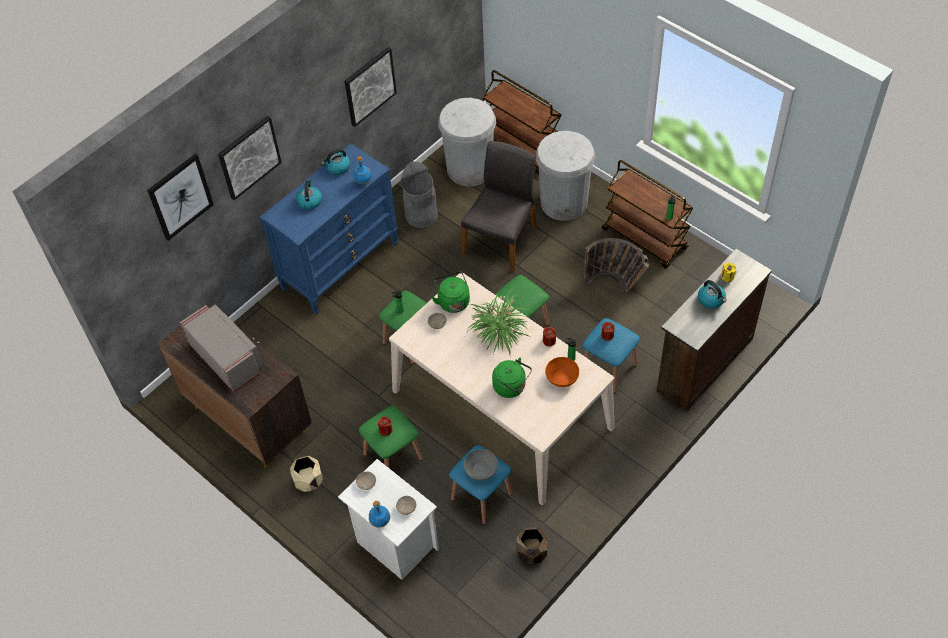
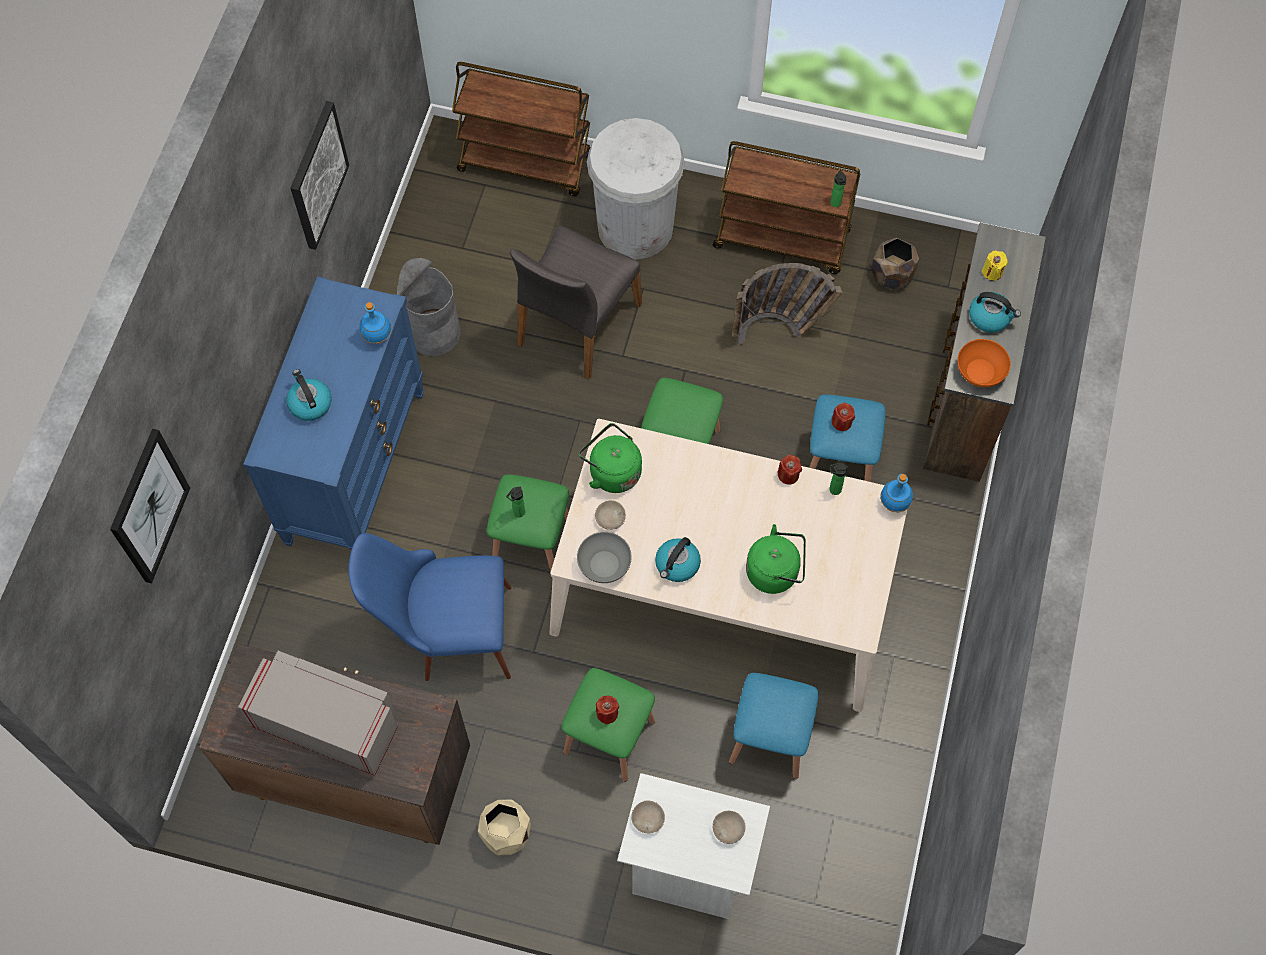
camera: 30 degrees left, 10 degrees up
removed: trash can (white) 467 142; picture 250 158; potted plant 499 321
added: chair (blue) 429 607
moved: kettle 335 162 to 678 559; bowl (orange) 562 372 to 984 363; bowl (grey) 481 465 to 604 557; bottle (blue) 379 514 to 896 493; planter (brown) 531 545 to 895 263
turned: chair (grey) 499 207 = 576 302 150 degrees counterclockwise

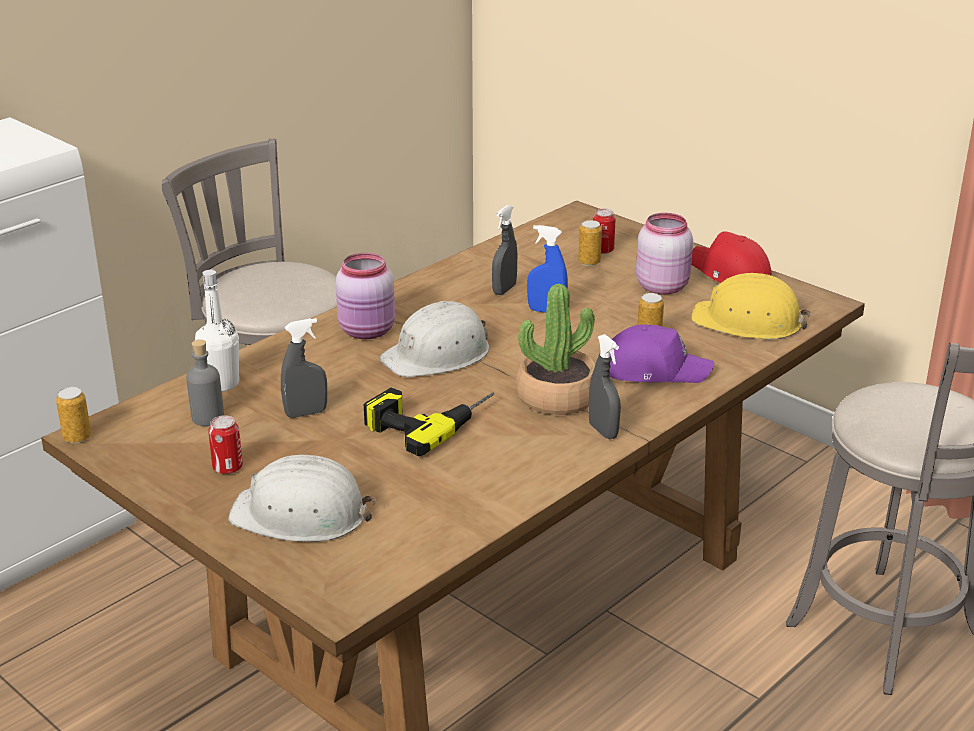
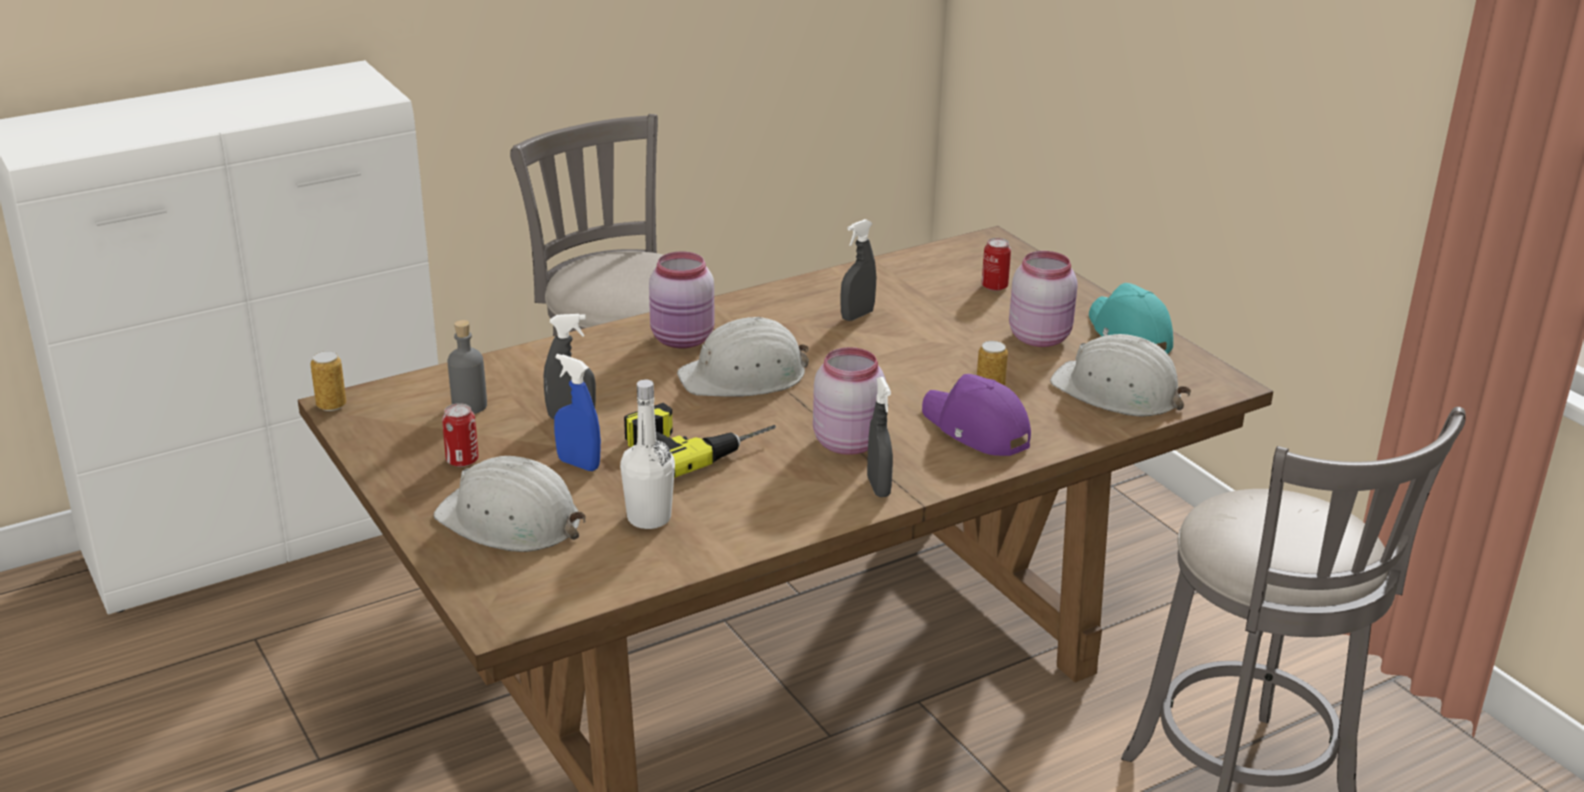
camera: 15 degrees right, 0 degrees up
removed: can 590 243
moved: spray bottle (blue) 547 269 to 577 412; bottle (white) 217 331 to 647 454
replaced: potted plant 556 349 to jar (pink) 849 401
recoloured: cap (red) 731 257 to cap (turquoise) 1131 318; hard hat (yellow) 751 306 to hard hat (white) 1120 375
turned: cap (purple) 662 353 = 976 415 150 degrees counterclockwise

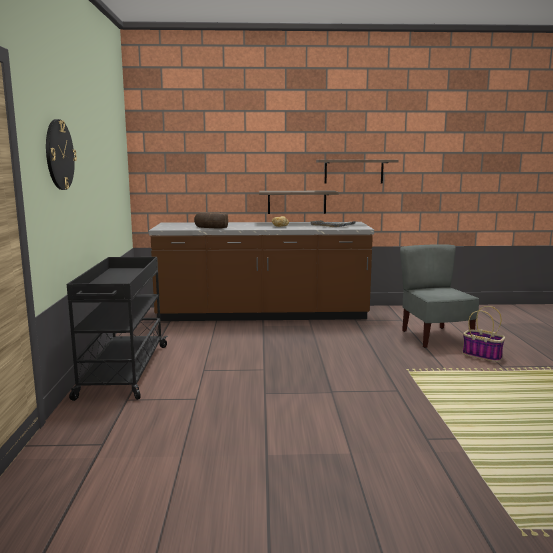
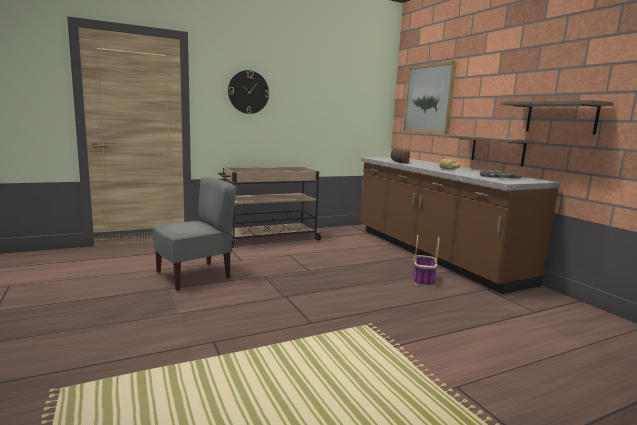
camera: 65 degrees right, 0 degrees up
added: picture 430 97
moved: chair (grey) 439 296 to 194 234; basket 484 334 to 426 260
recoloured: cart (black) 117 329 to cart (beige) 270 207

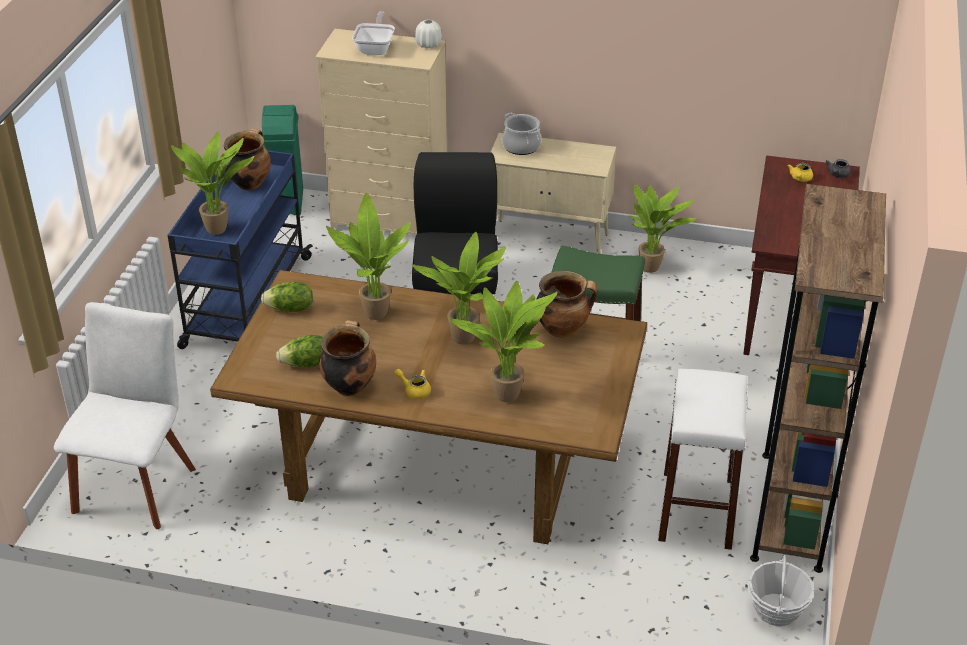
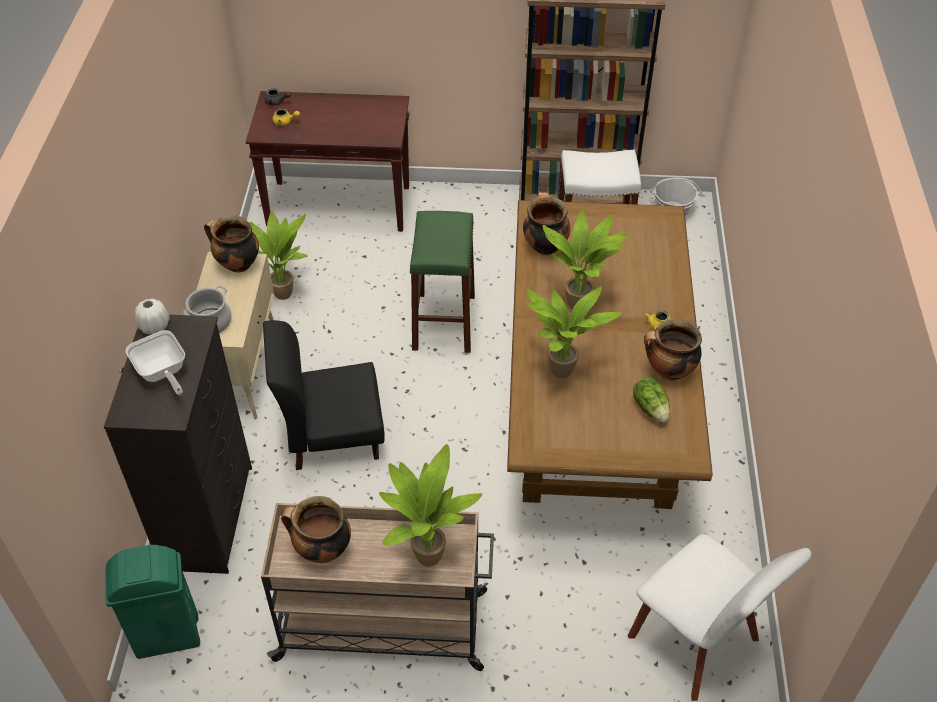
camera: 100 degrees left, 10 degrees up
removed: potted plant 503 342; lettuce 287 297
added: cooking pot 231 244
recoloured: dresser (beige) 381 132 to dresser (black) 178 444; cart (blue) 240 249 to cart (beige) 377 587
turned: frying pan 373 33 = 155 362 120 degrees counterclockwise; chair (white) 125 415 = 719 617 135 degrees counterclockwise

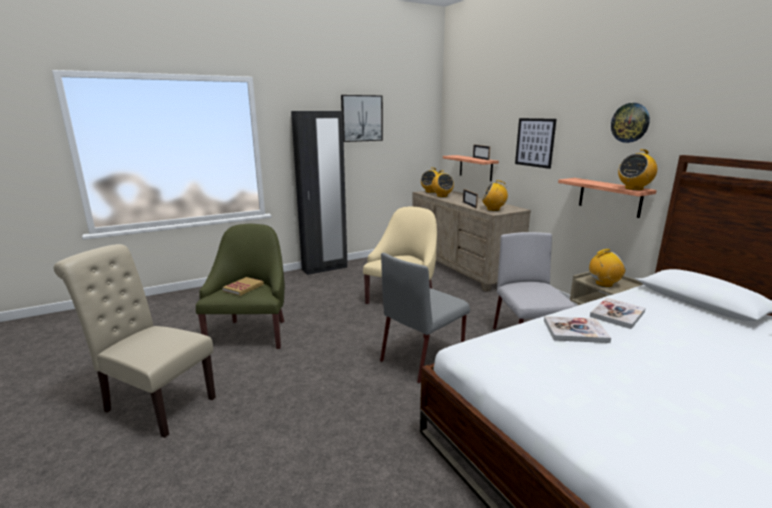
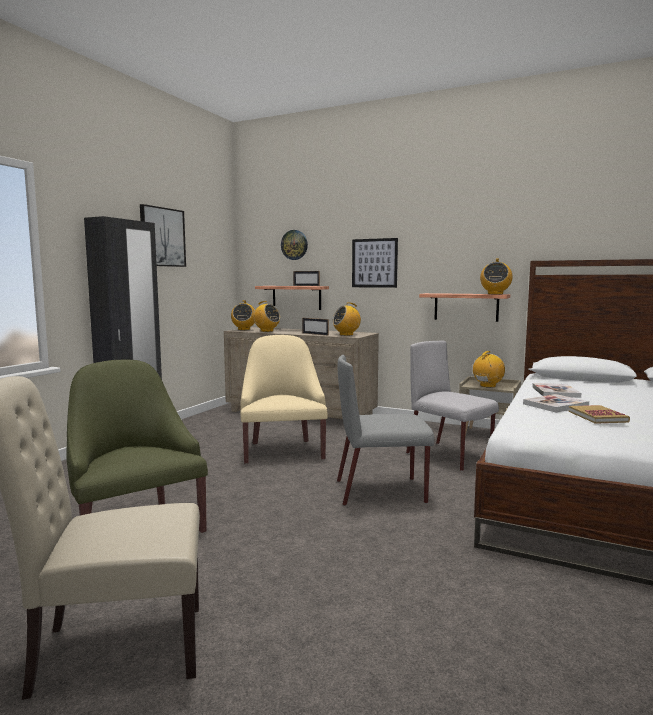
camera: 35 degrees left, 10 degrees down
moved: wall clock 630 123 to 294 245; book 243 286 to 599 414
turned: chair (grey) 425 318 = 386 430 75 degrees clockwise

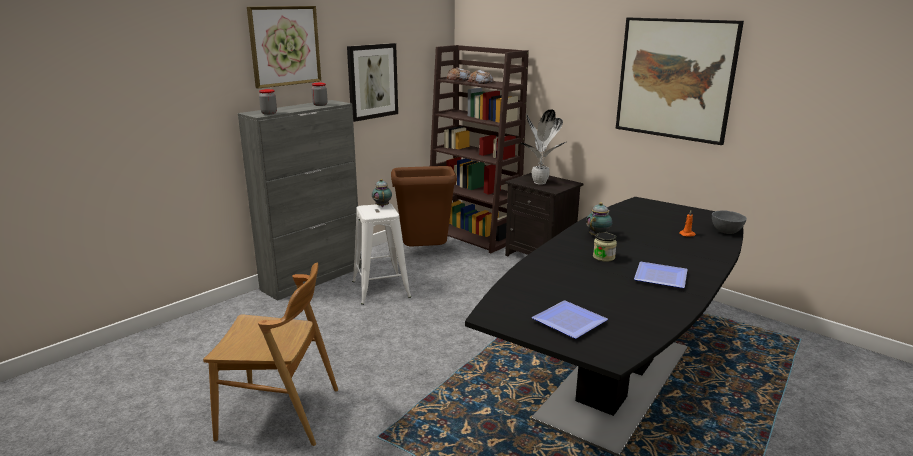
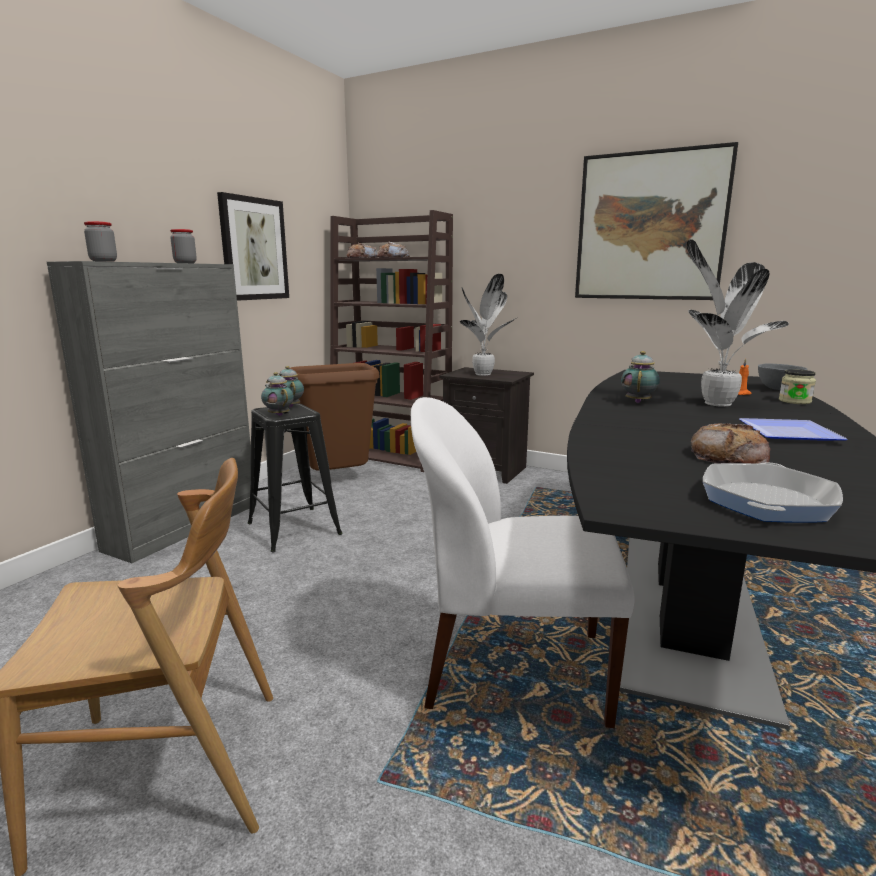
camera: 15 degrees left, 5 degrees down
removed: picture 284 47
added: potted plant 738 323; teapot 277 394; chair (white) 523 562; bread 731 443
moved: jar 605 247 to 797 386
replaced: plate 570 319 to frying pan 773 492
recoloured: stool (white) 381 254 to stool (black) 295 477

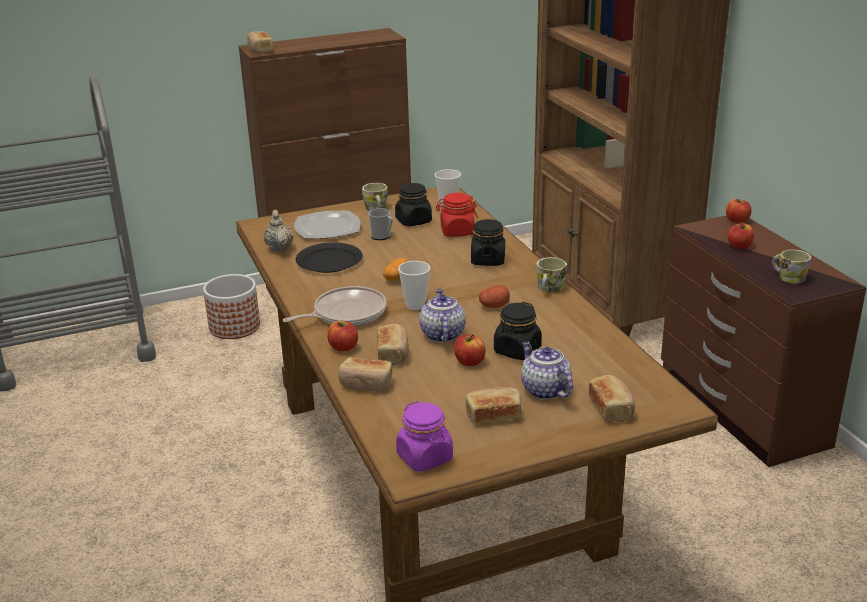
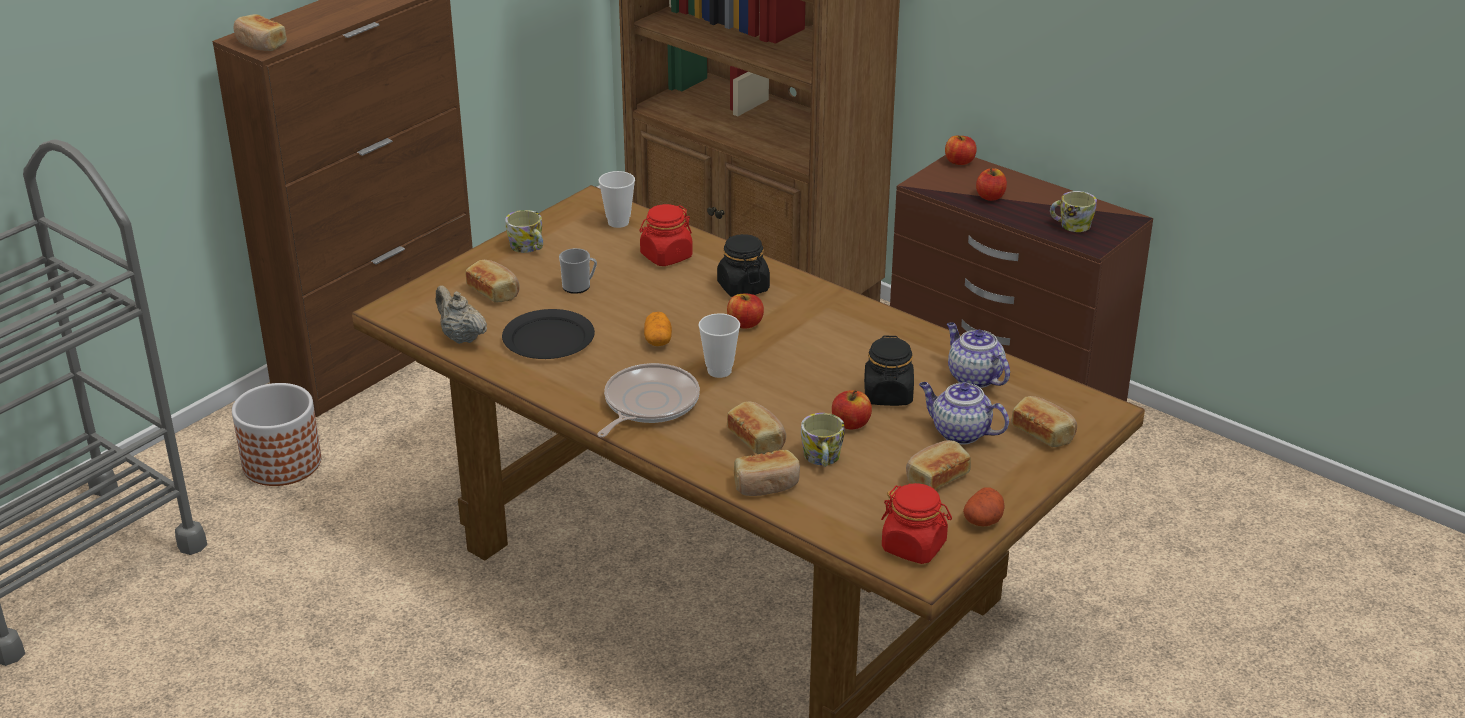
camera: 30 degrees left, 5 degrees up
removed: jar (black) 413 204
moved: mug 551 274 to 823 440; potato 494 296 to 984 506; teapot 442 315 to 978 355; apple 342 336 to 745 311
replaced: plate 327 225 to bread 492 281
recoloured: jar (purple) 424 436 to jar (red) 916 523

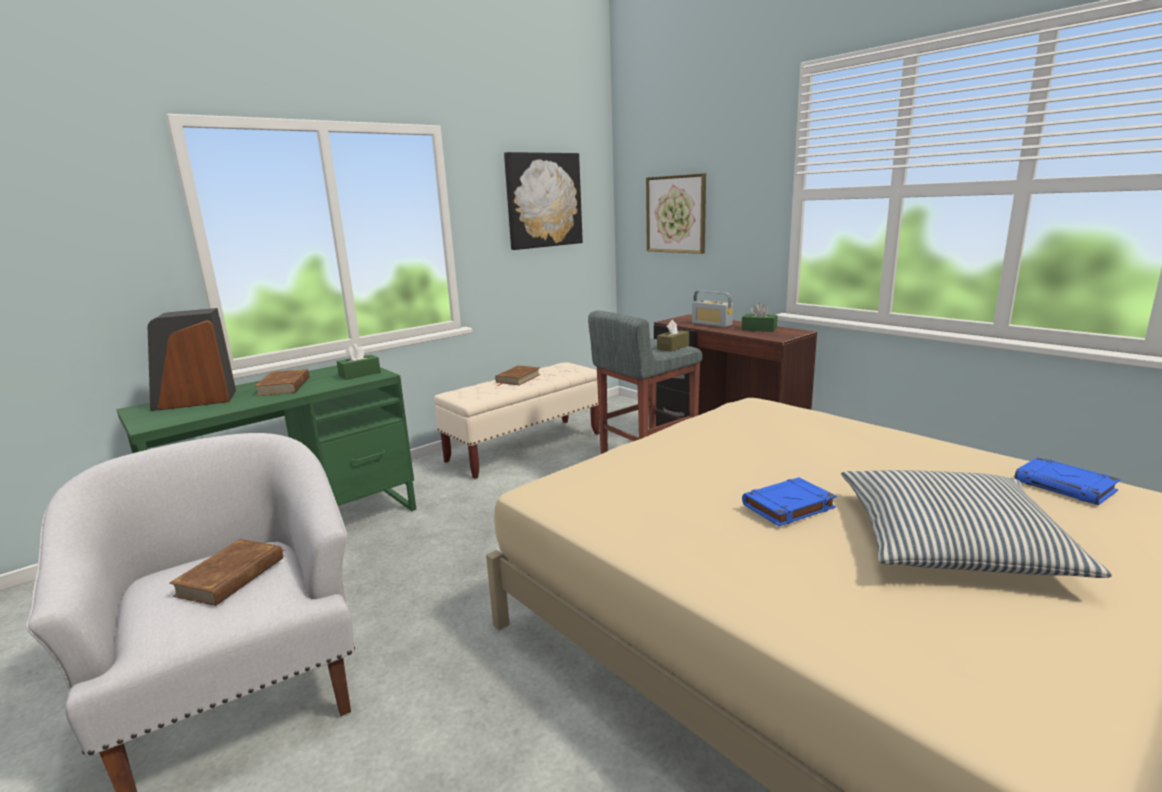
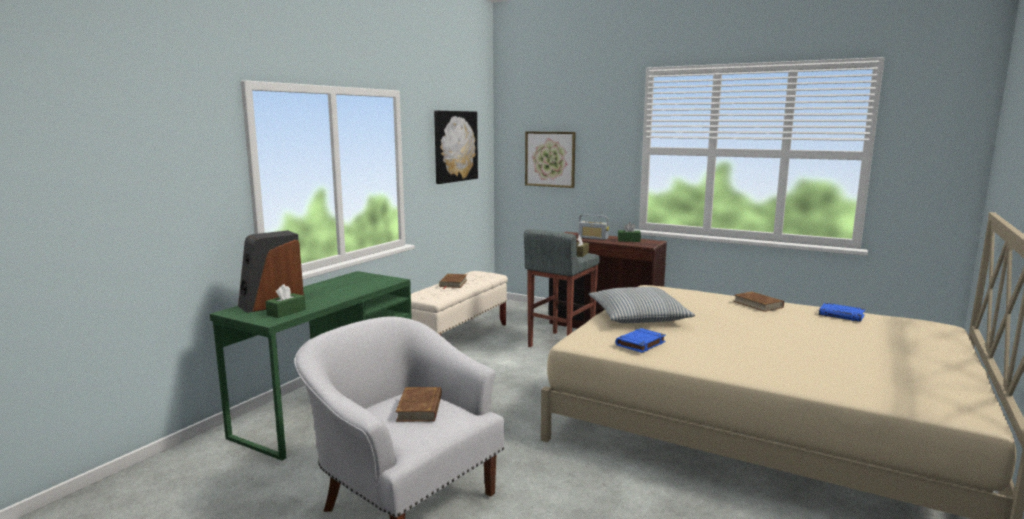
camera: 20 degrees left, 5 degrees down
moved: tissue box (green) 358 362 to 285 301; book (brown) 281 382 to 758 301; pillow 976 524 to 641 305; book (blue) 789 501 to 640 340

